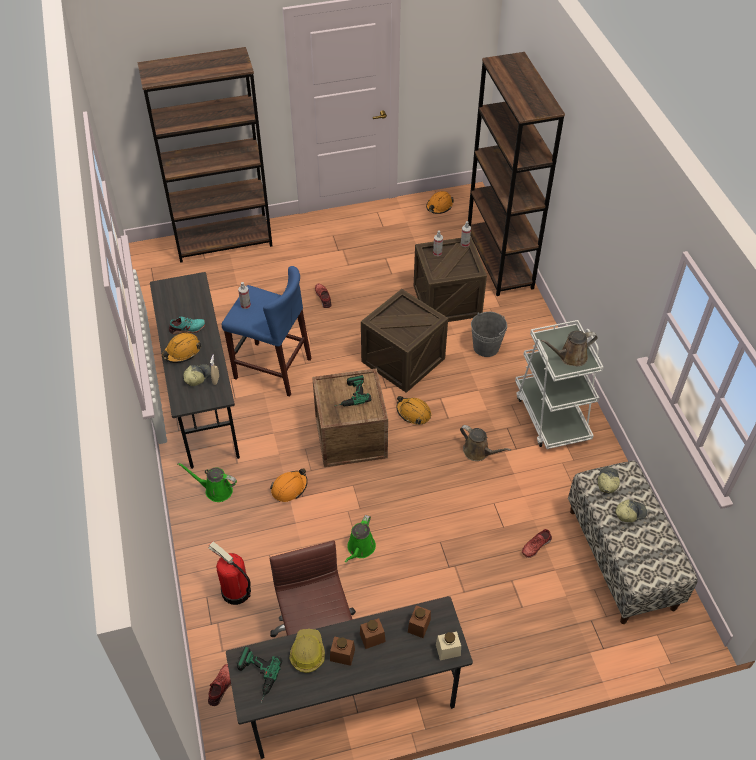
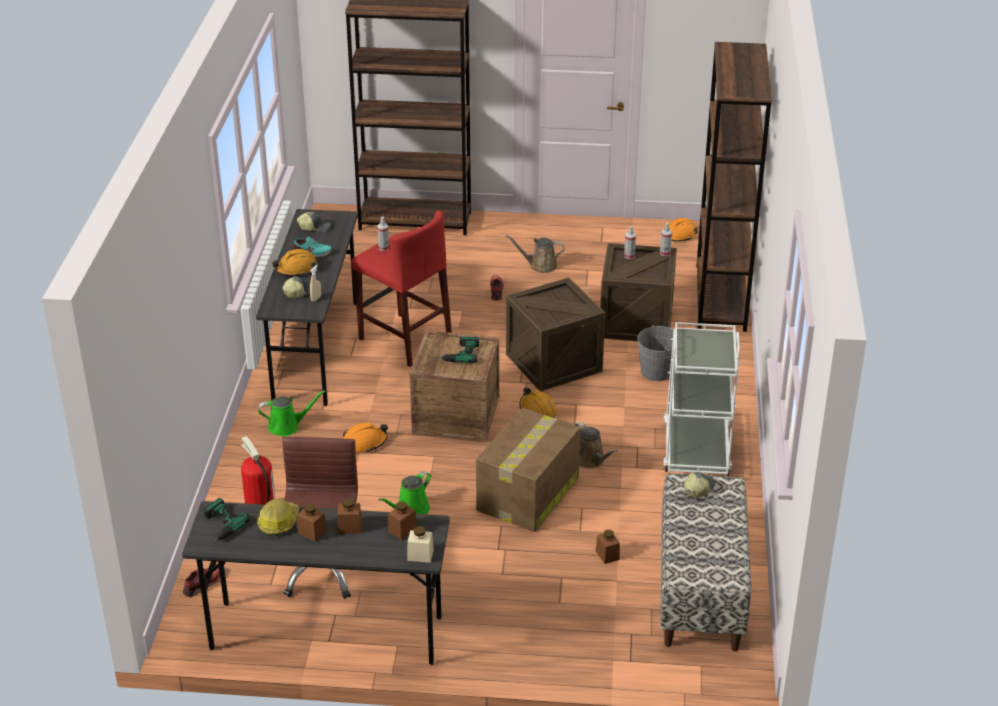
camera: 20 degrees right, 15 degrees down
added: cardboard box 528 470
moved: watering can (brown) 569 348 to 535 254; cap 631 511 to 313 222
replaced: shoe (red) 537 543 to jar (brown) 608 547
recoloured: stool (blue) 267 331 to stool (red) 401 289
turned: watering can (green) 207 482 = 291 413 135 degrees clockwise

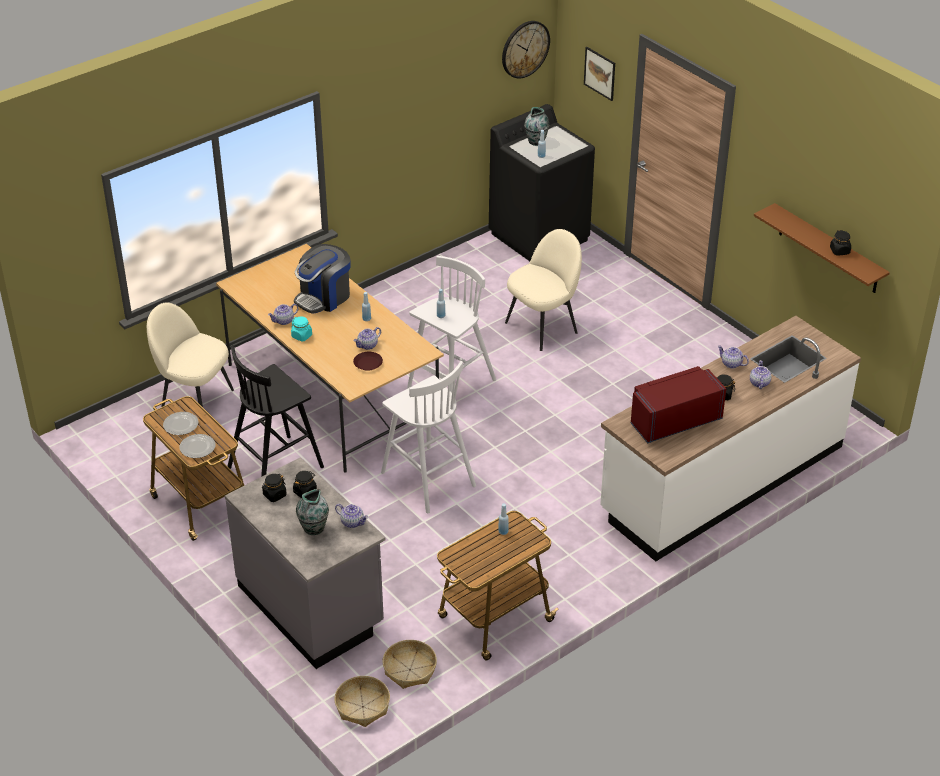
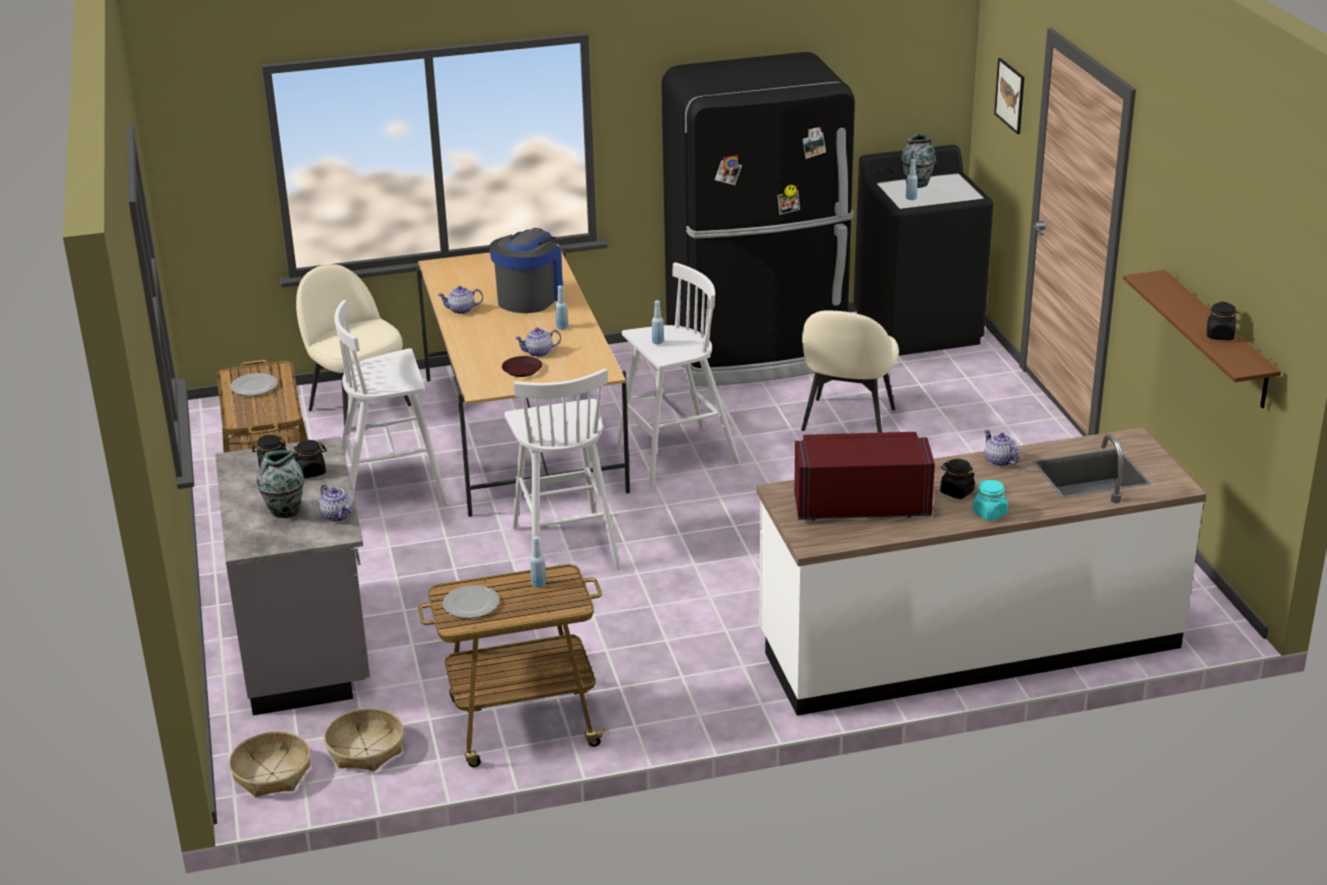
camera: 25 degrees right, 10 degrees down
removed: wall clock 526 50; teapot 760 374
added: fridge (black) 758 219
moved: jar (turquoise) 301 329 to 990 500; plate 197 446 to 471 601
recoloured: stool (black) 275 411 to stool (white) 391 403
turned: chair (beige) 543 290 = 850 372 120 degrees clockwise; coffee machine 322 279 = 526 270 135 degrees clockwise

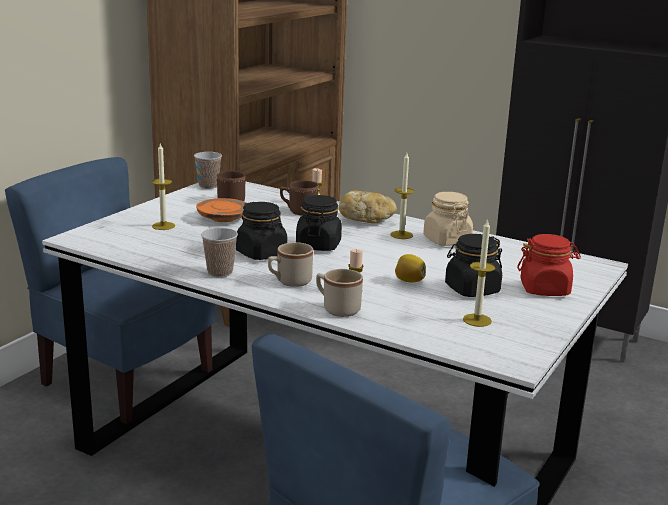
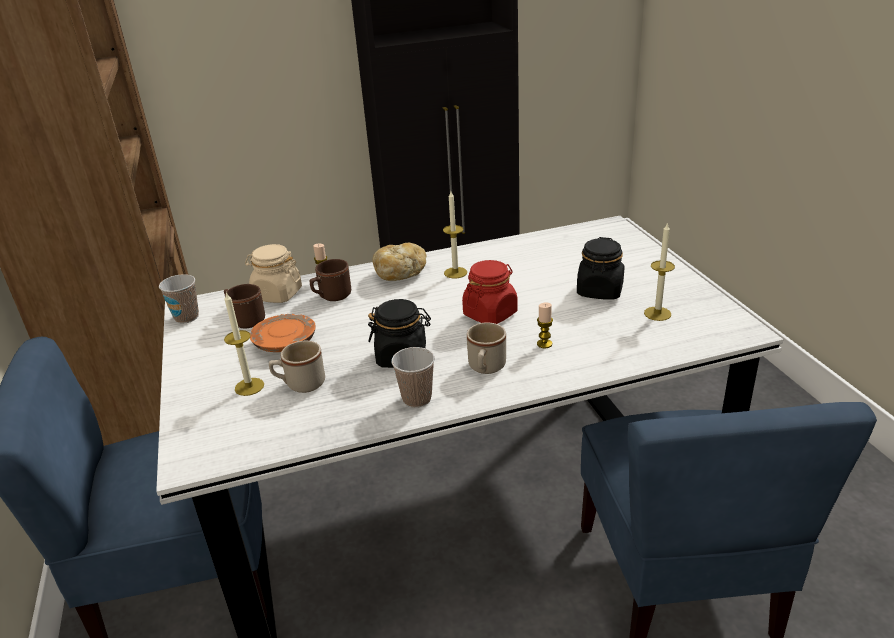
camera: 45 degrees left, 10 degrees up
removed: jar (black) 319 223; lemon 410 268
moved: jar (beige) 448 219 to 273 273; jar (red) 549 265 to 490 292; mug (beige) 339 293 to 297 367

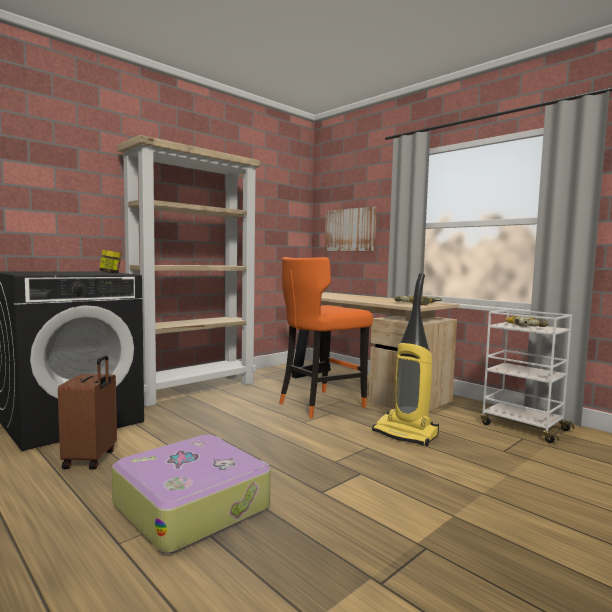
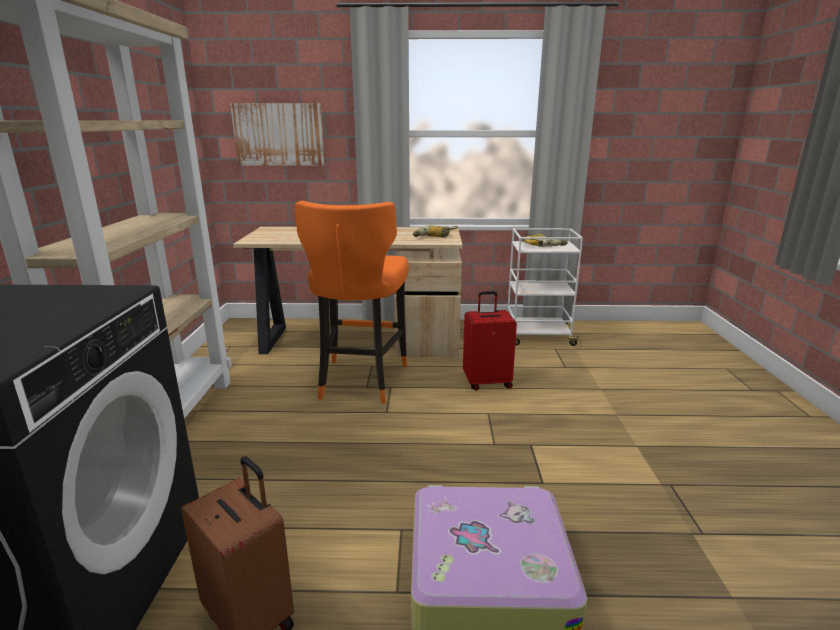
camera: 45 degrees left, 15 degrees up
removed: jar 110 261
replaced: vacuum cleaner 405 359 to suitcase (red) 490 340

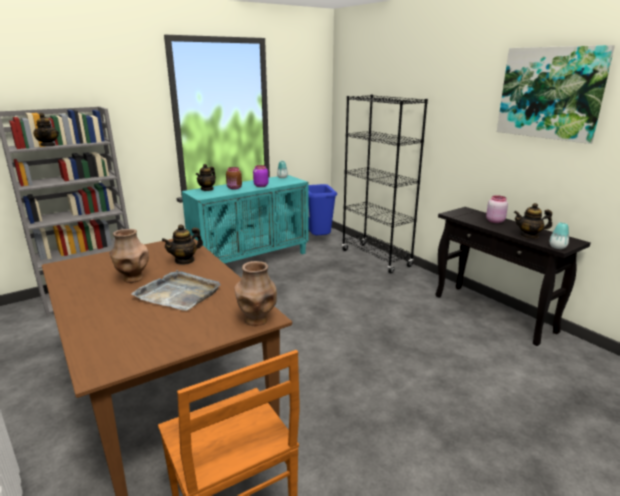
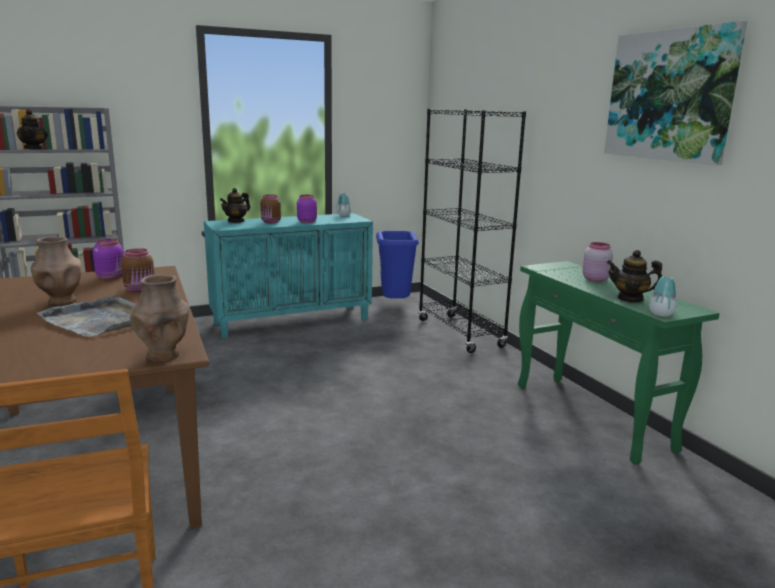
camera: 10 degrees right, 5 degrees down
added: jar (purple) 108 259
replaced: teapot 182 244 to jar (brown) 138 270
recoloured: console table (black) 513 276 to console table (green) 619 363

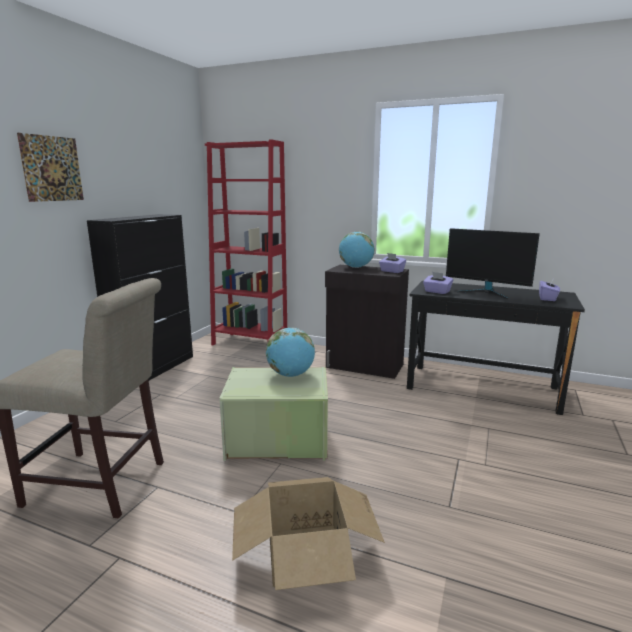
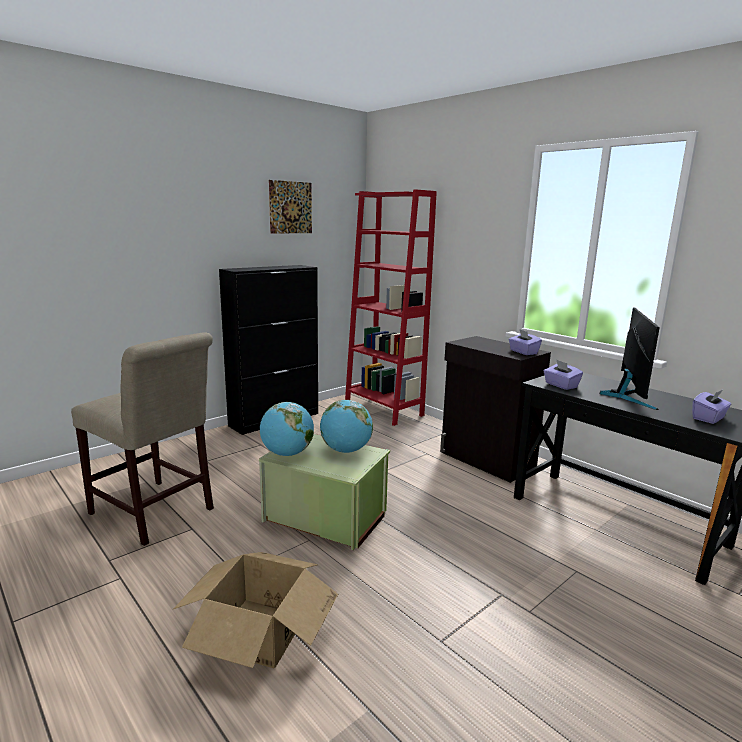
camera: 25 degrees right, 0 degrees up
moved: picture 50 167 to 290 206; globe 357 250 to 287 429
turned: monitor 493 263 = 629 358 135 degrees counterclockwise

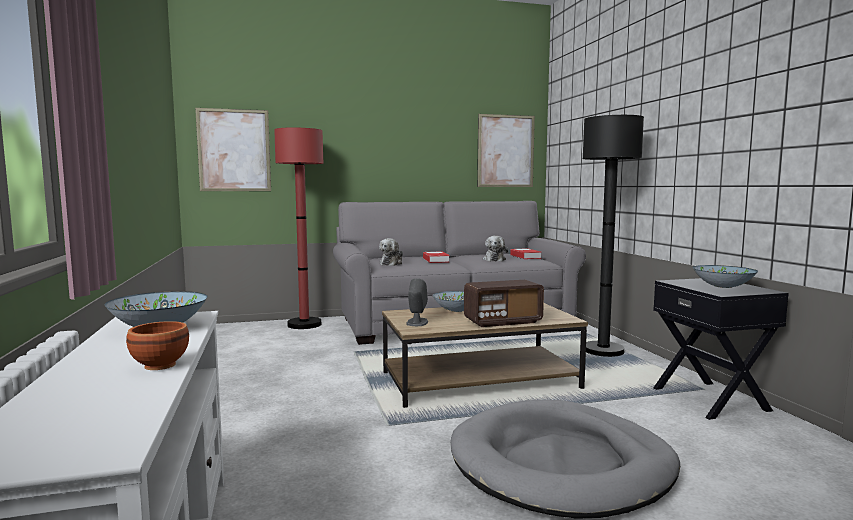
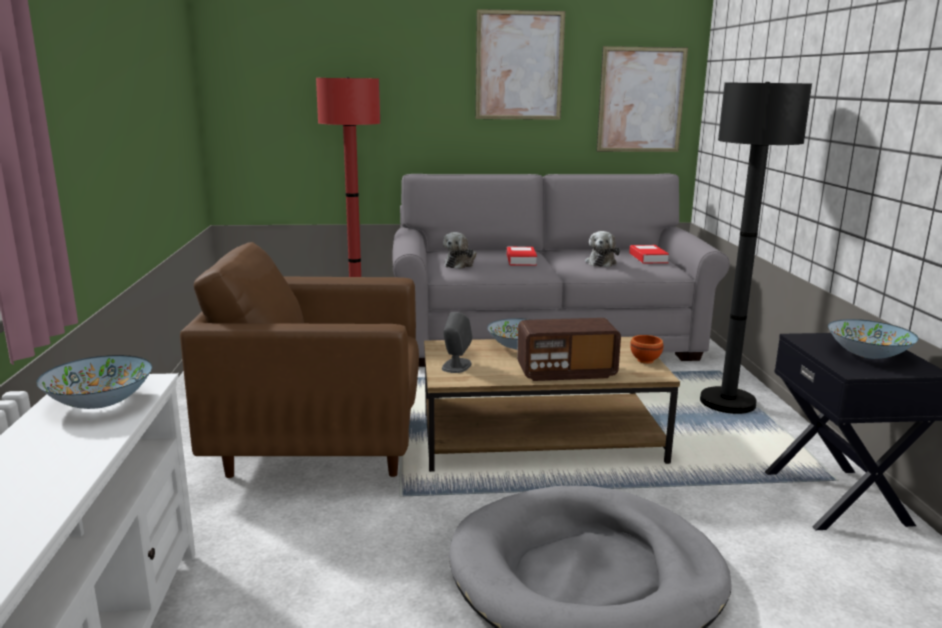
camera: 10 degrees right, 10 degrees up
added: armchair (brown) 299 360
moved: picture 233 149 to 520 64; bowl (brown) 157 345 to 646 349

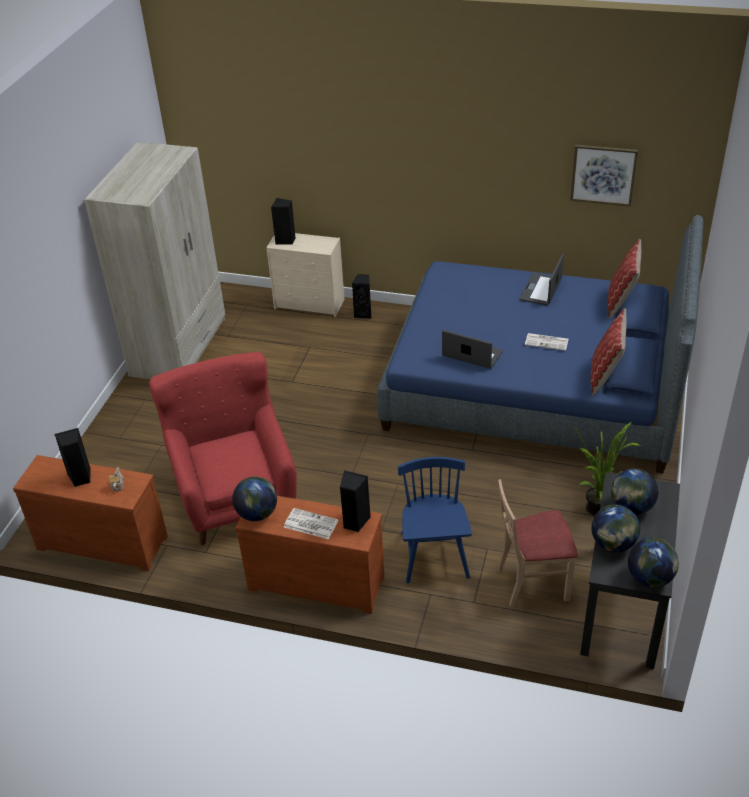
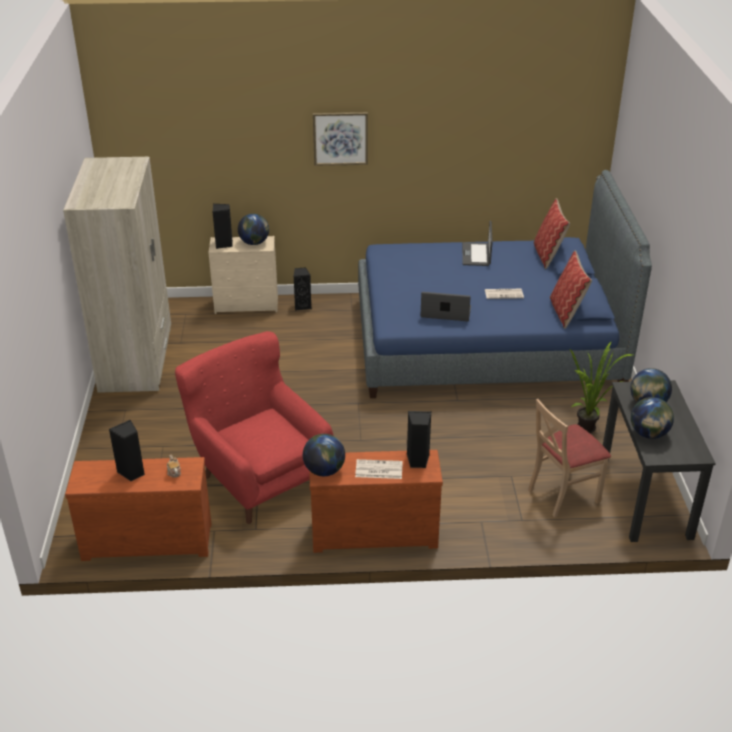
camera: 20 degrees left, 5 degrees down
removed: chair (blue) 435 520
moved: picture 604 176 to 340 139; globe 653 563 to 253 229

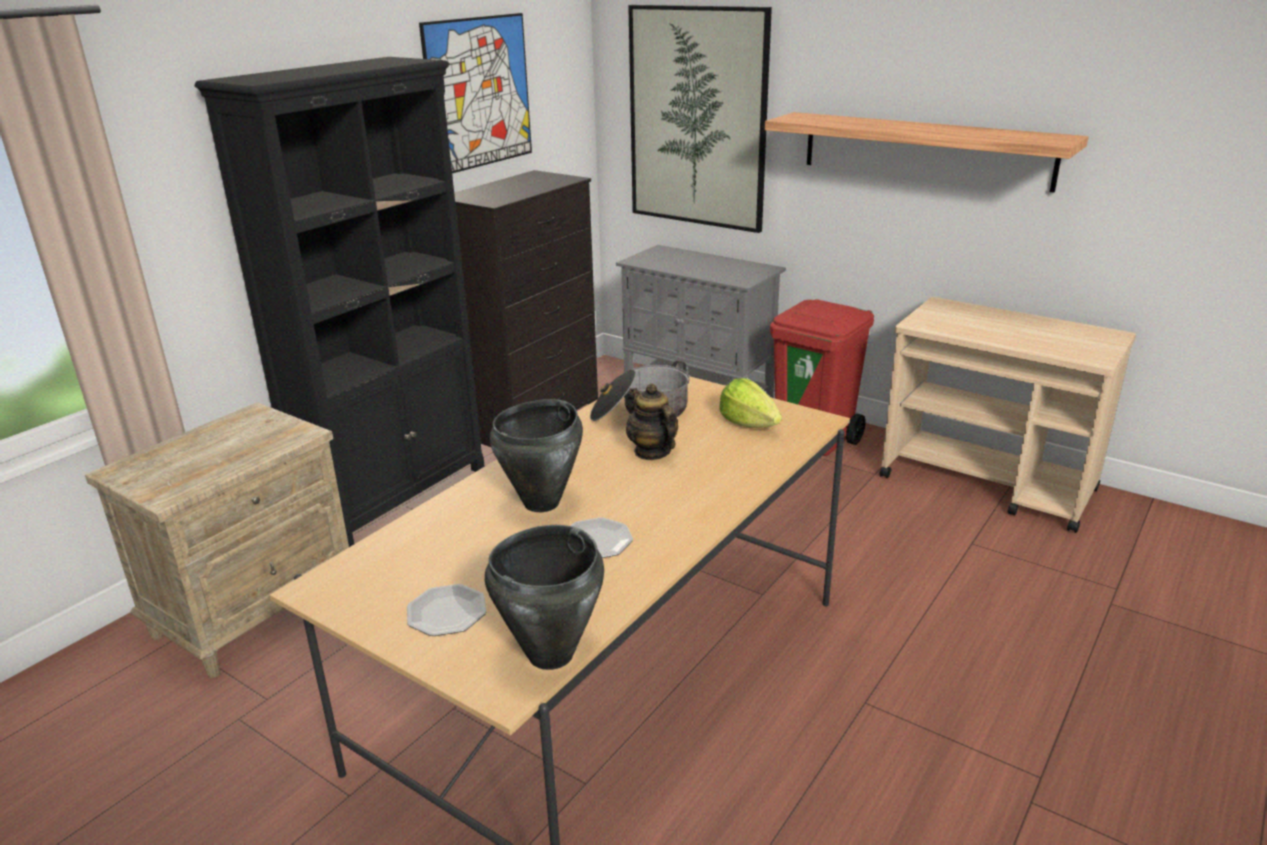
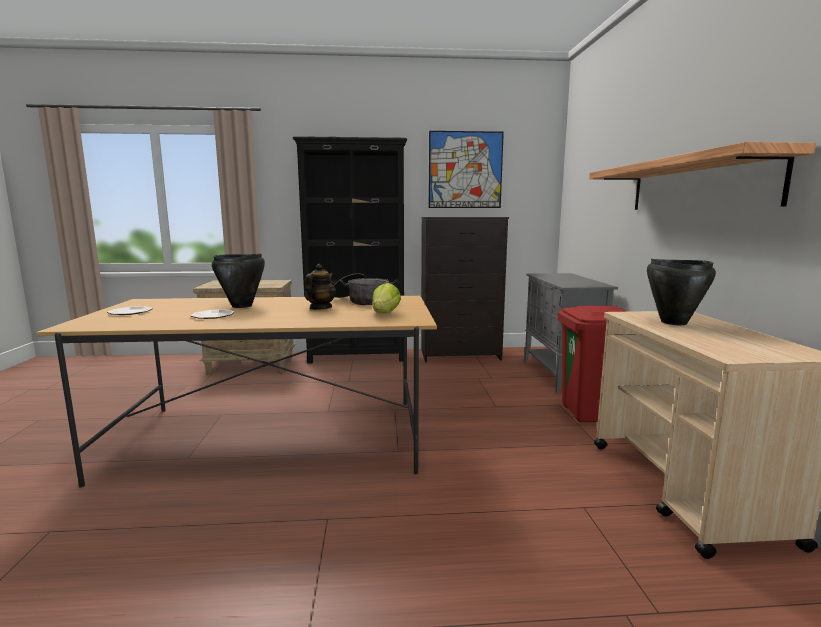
camera: 50 degrees right, 15 degrees down
removed: picture 700 119
moved: cooking pot (black) 544 597 to 681 292

